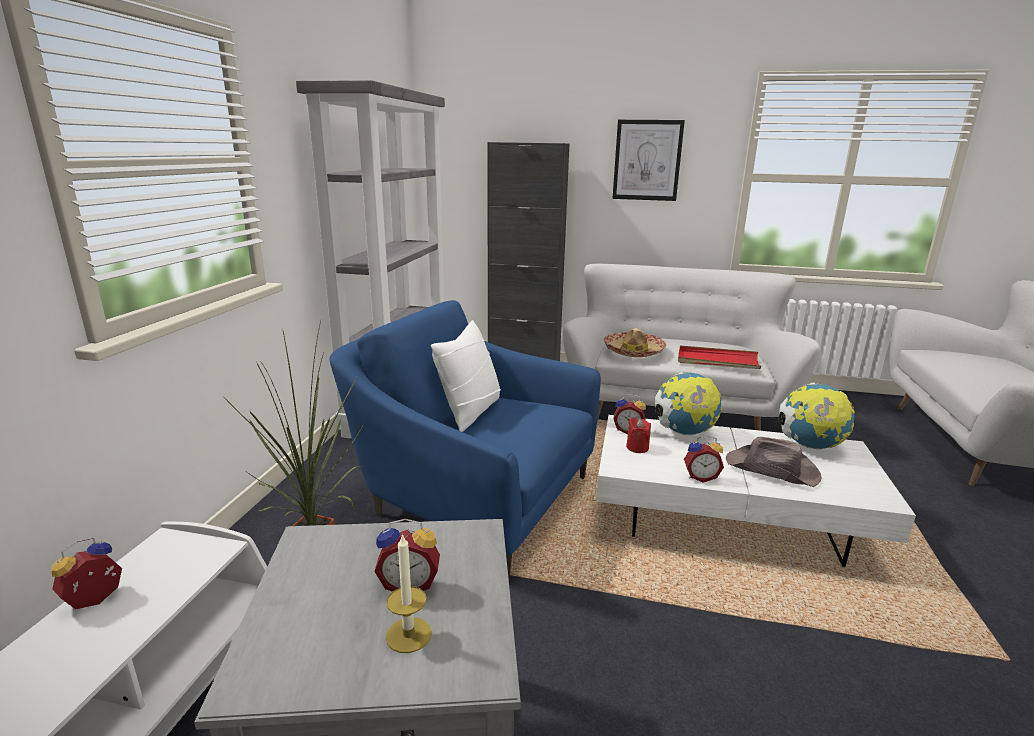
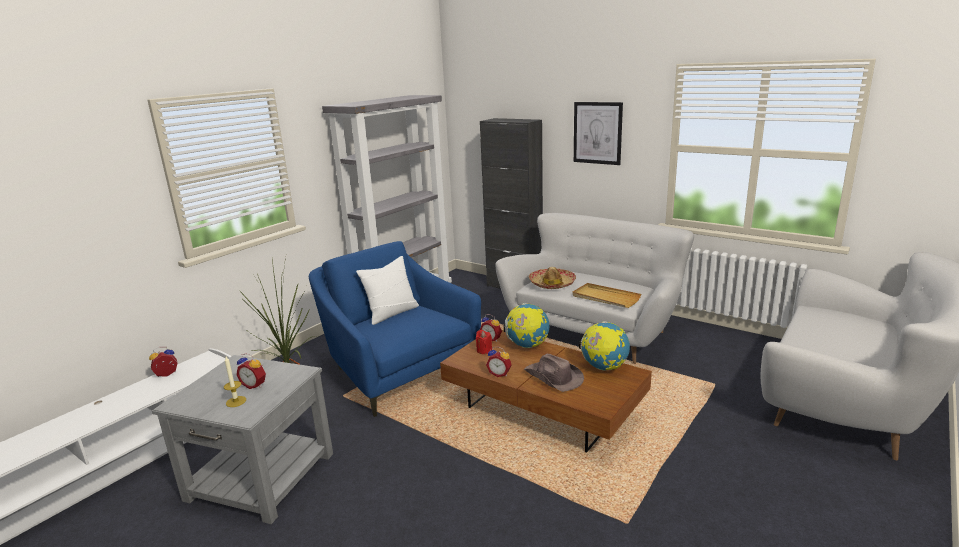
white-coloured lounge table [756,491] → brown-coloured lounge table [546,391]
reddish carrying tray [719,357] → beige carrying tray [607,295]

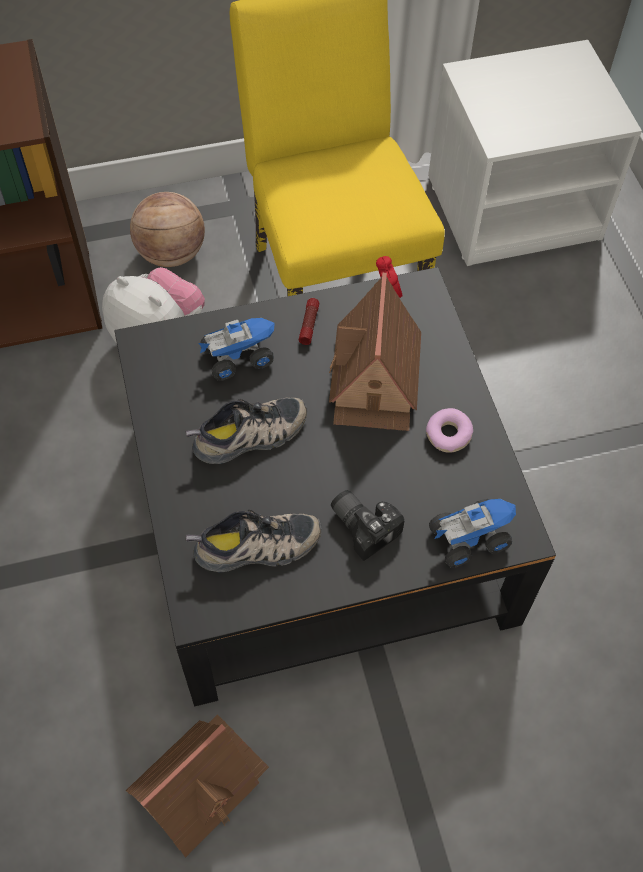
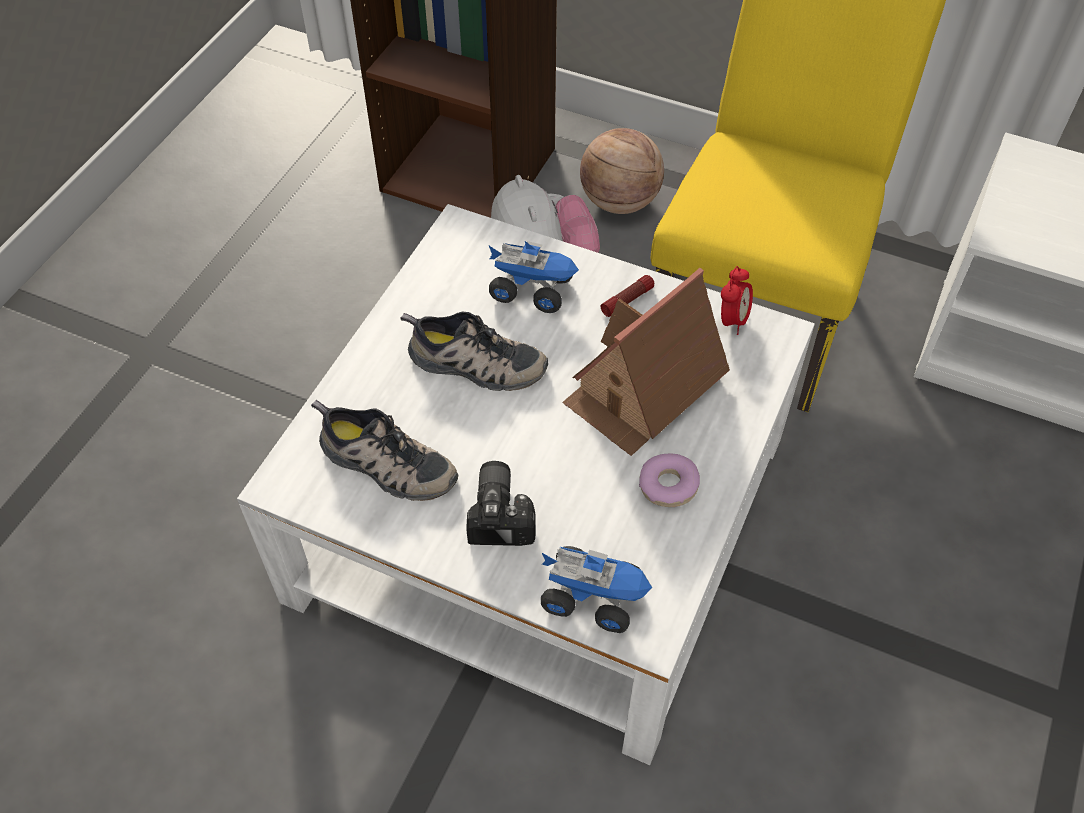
black lounge table [335,487] → white-coloured lounge table [526,484]
toy house [197,786] → -

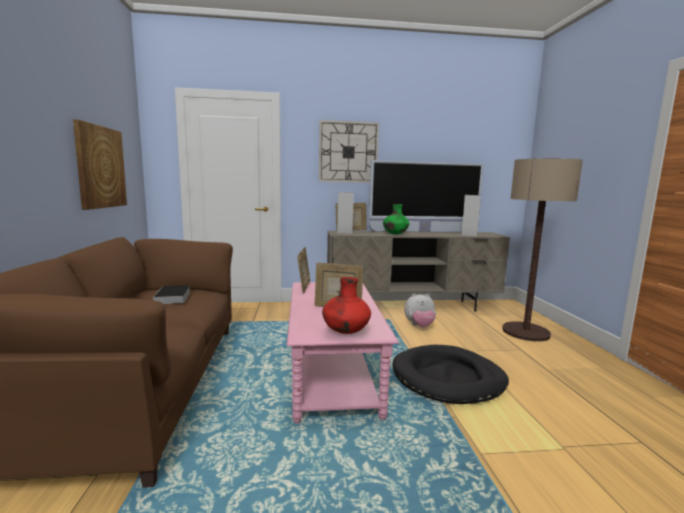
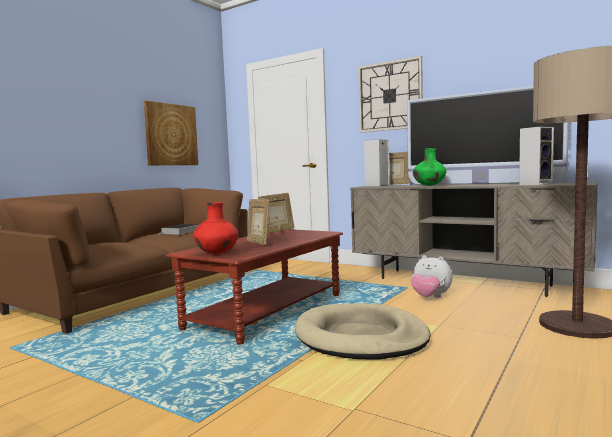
pink lounge table [343,353] → brown-coloured lounge table [254,287]
black dog bed [451,374] → beige dog bed [362,331]

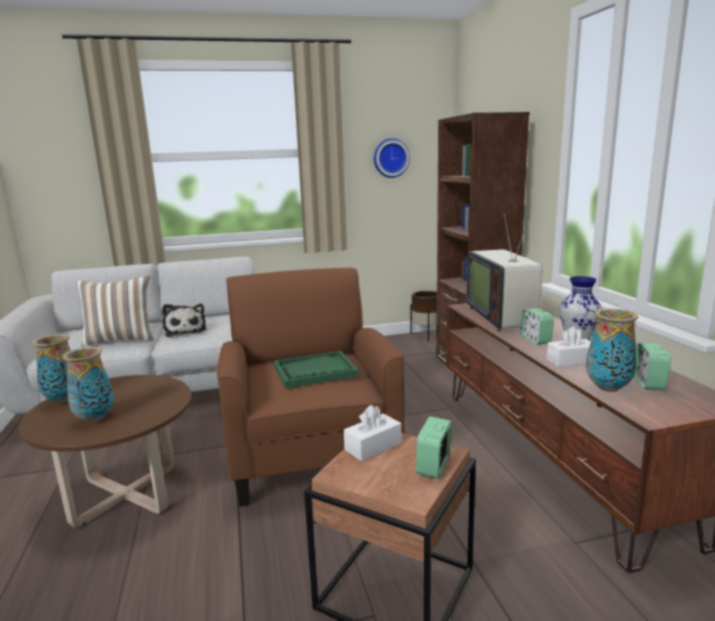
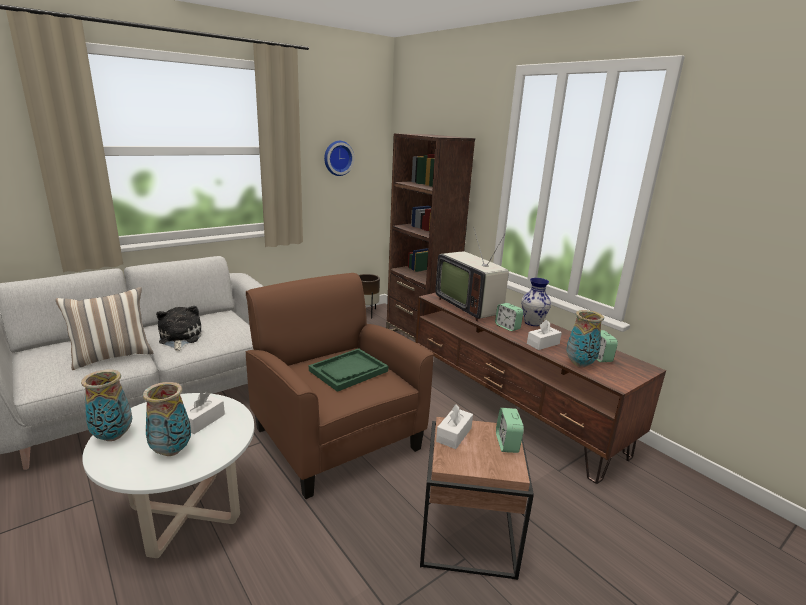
brown-coloured lounge table [105,451] → white-coloured lounge table [168,475]
plush toy [184,320] → plush toy [178,328], 150 degrees counterclockwise
- → white-coloured tissue box [205,413]

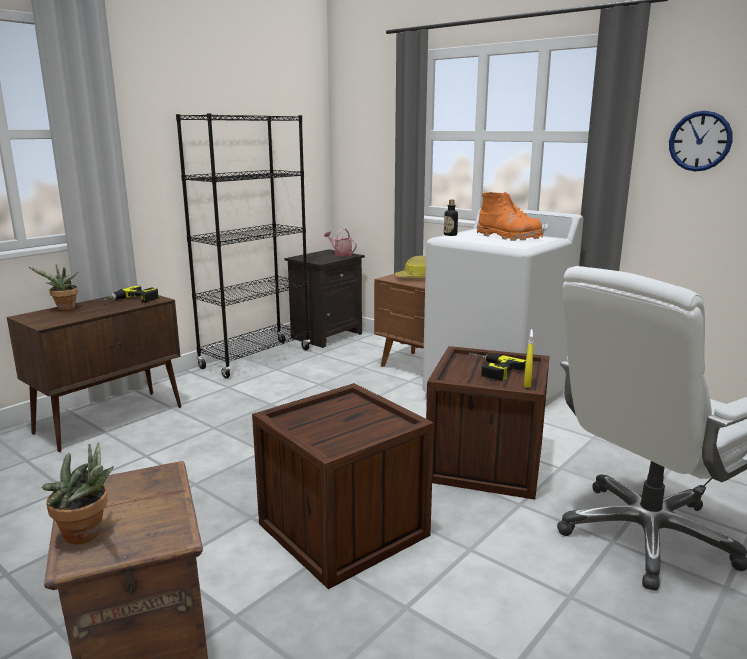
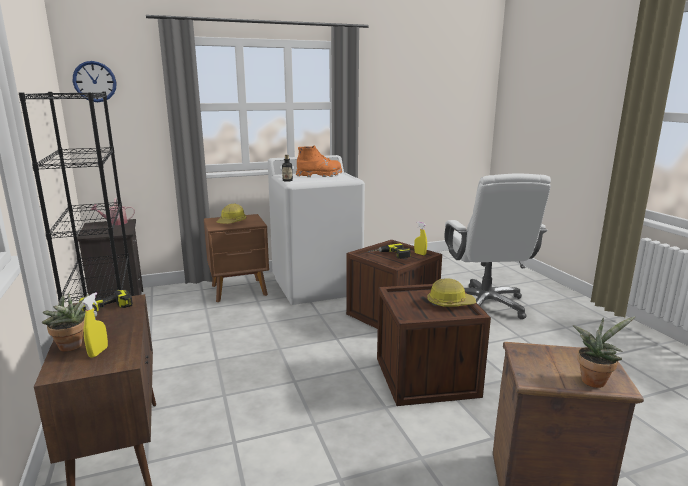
hanging clock [701,141] → hanging clock [94,81], relocated
- → yellowish sprayer [95,325]
- → work helmet [451,293]

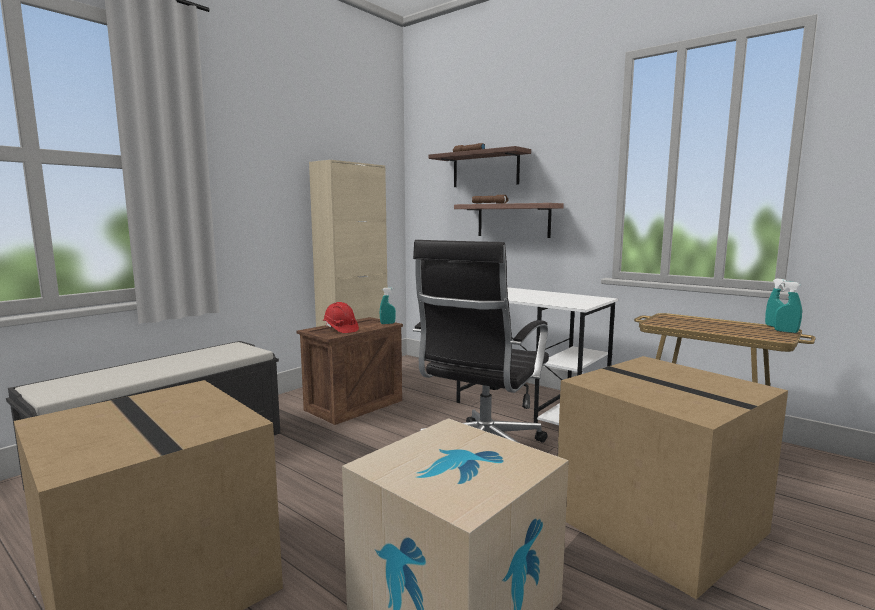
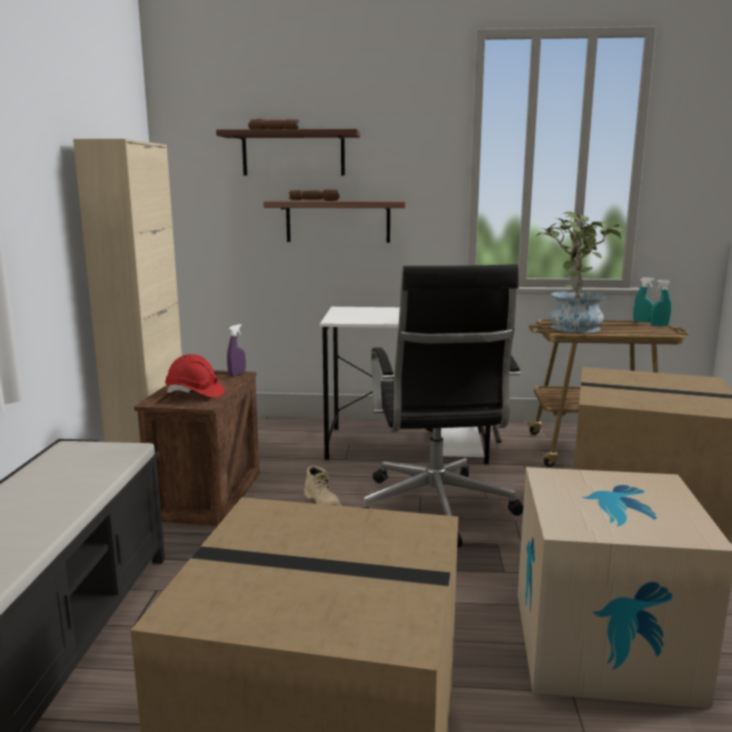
turquoise sprayer [388,305] → purple-coloured sprayer [236,350]
- → beige tall boot [322,486]
- → houseplant [579,272]

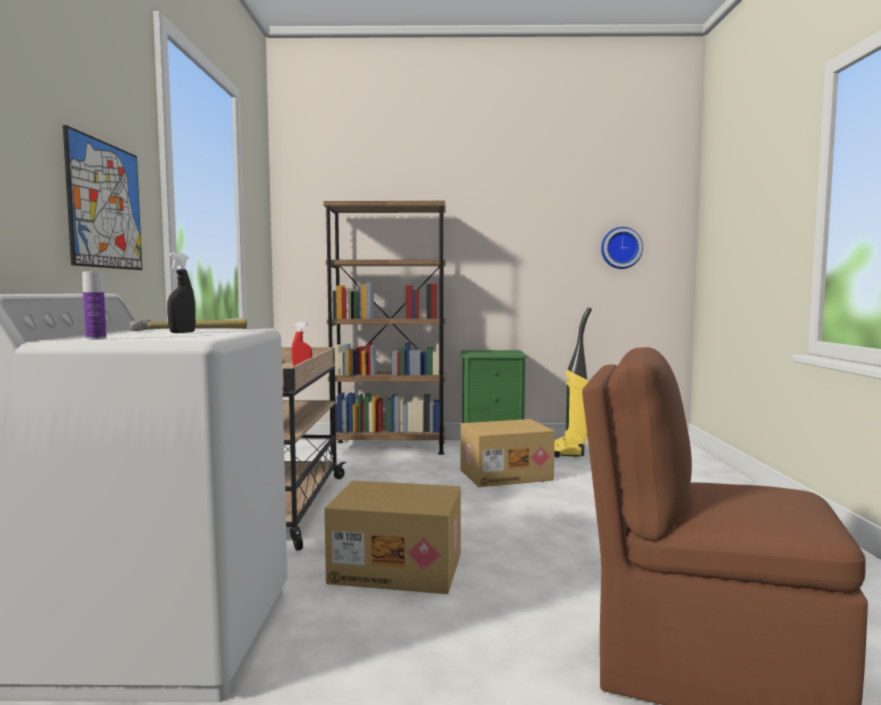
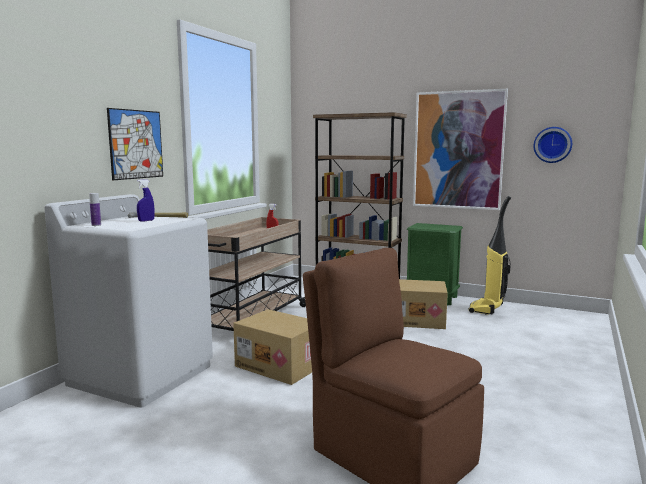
black sprayer [181,293] → bluish sprayer [146,200]
- → wall art [460,149]

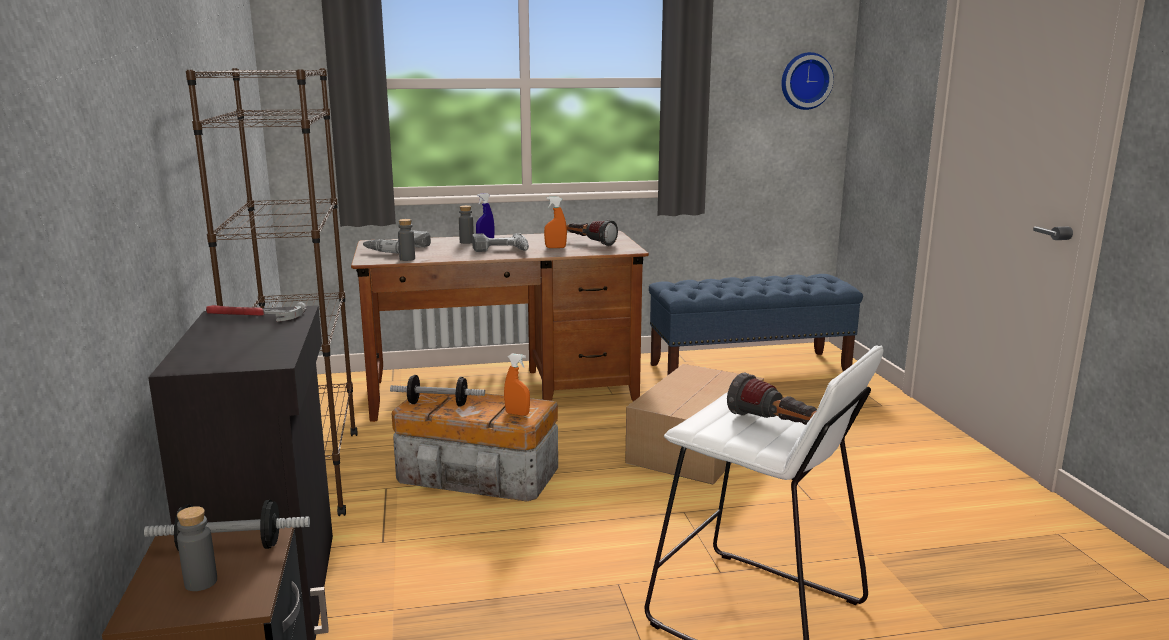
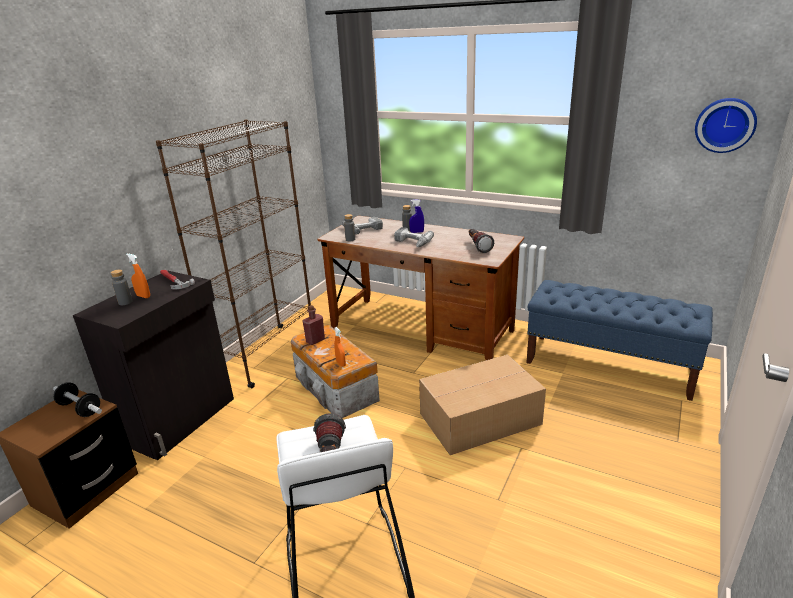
greyish drink bottle [197,548] → greyish drink bottle [122,287], relocated
orange-coloured sprayer [555,222] → orange-coloured sprayer [138,276], relocated
free weight [437,391] → reddish drink bottle [314,325]

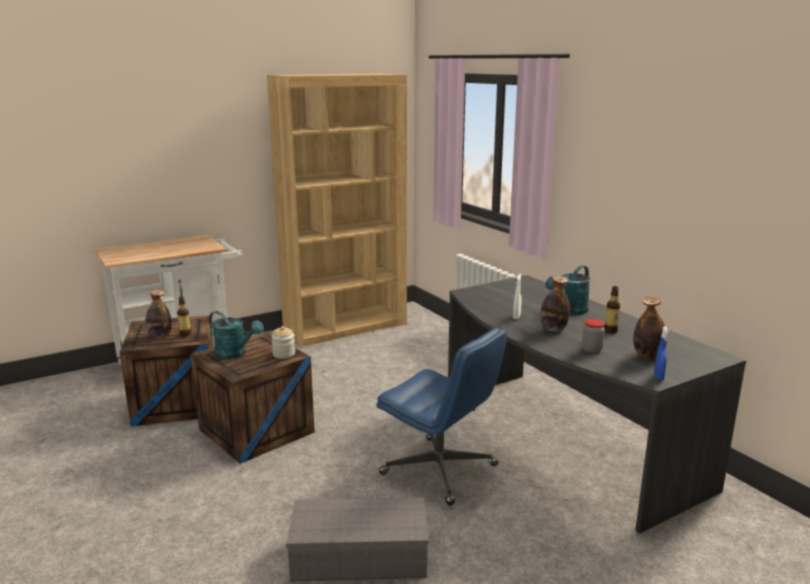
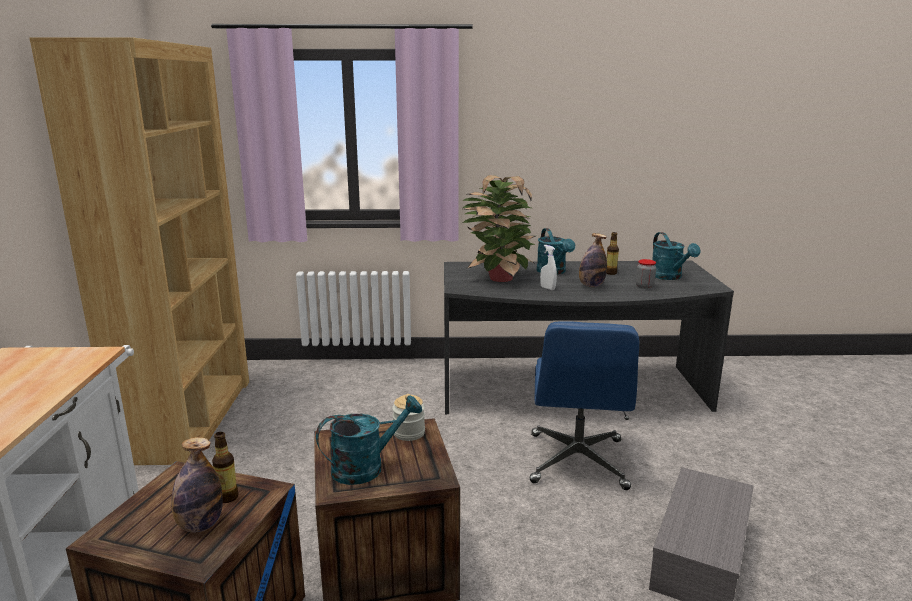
- → houseplant [499,228]
bluish computer chair [441,416] → bluish computer chair [584,405], 120 degrees clockwise
drink bottle [650,328] → turquoise sprinkling can [676,256]
bluish sprayer [661,353] → -

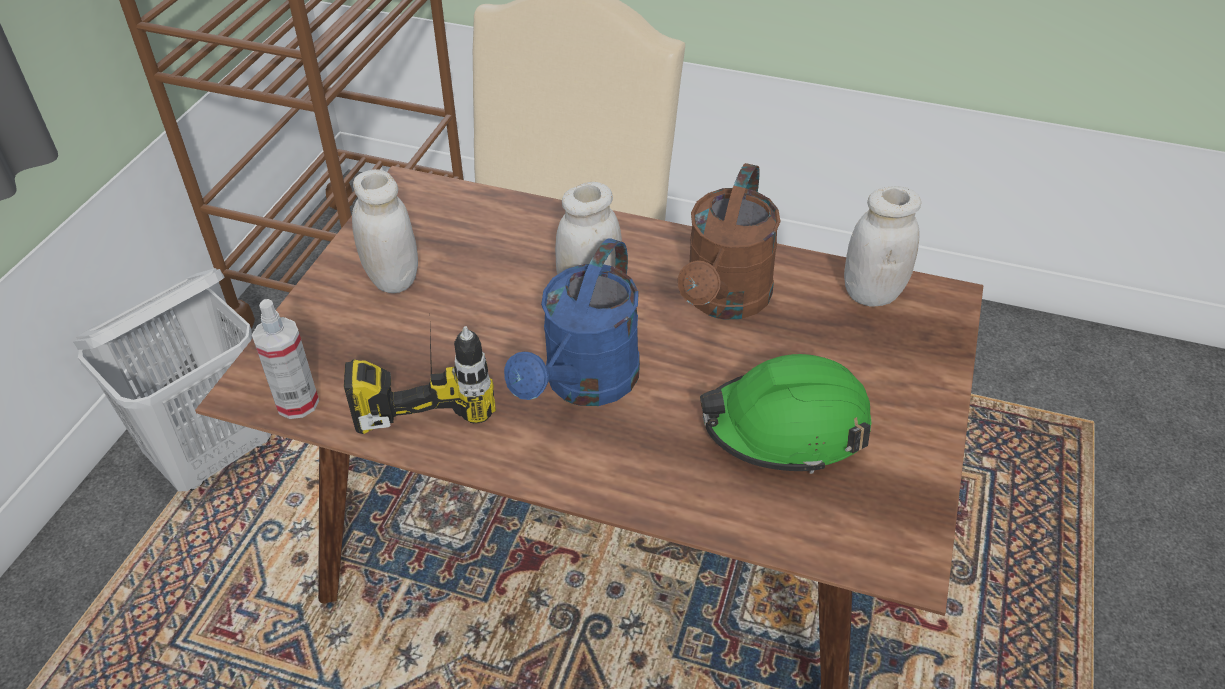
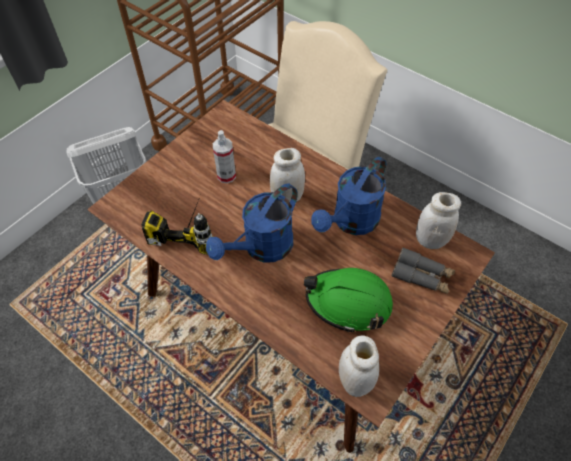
sprayer [285,359] → sprayer [224,156], relocated
brown-coloured sprinkling can [729,241] → bluish sprinkling can [348,196]
white-coloured jar [385,231] → white-coloured jar [359,366], relocated
- → greyish pair of binoculars [424,270]

